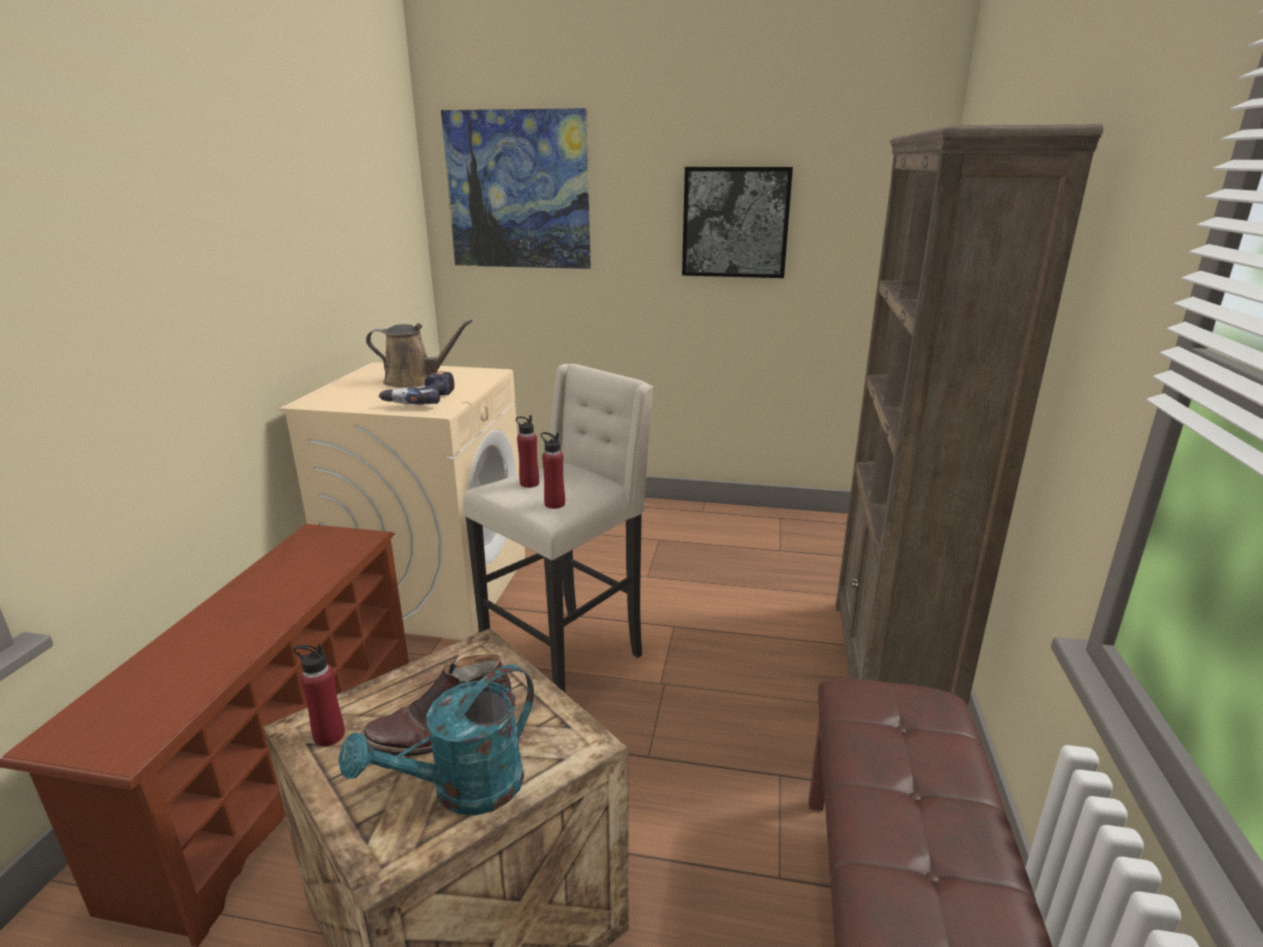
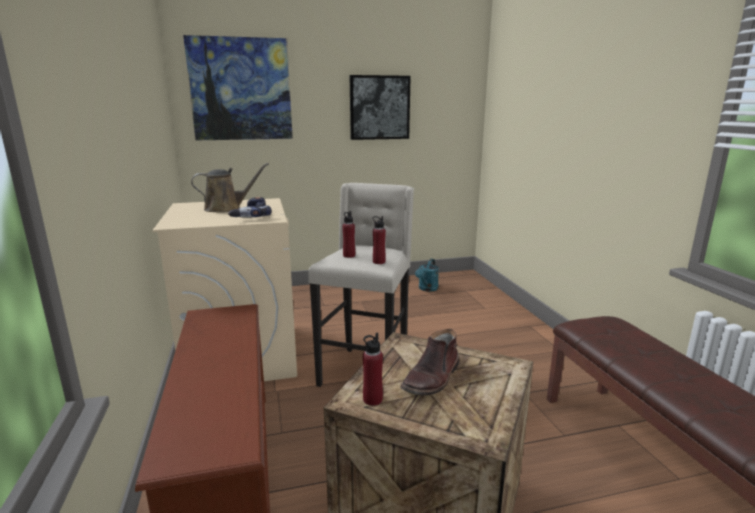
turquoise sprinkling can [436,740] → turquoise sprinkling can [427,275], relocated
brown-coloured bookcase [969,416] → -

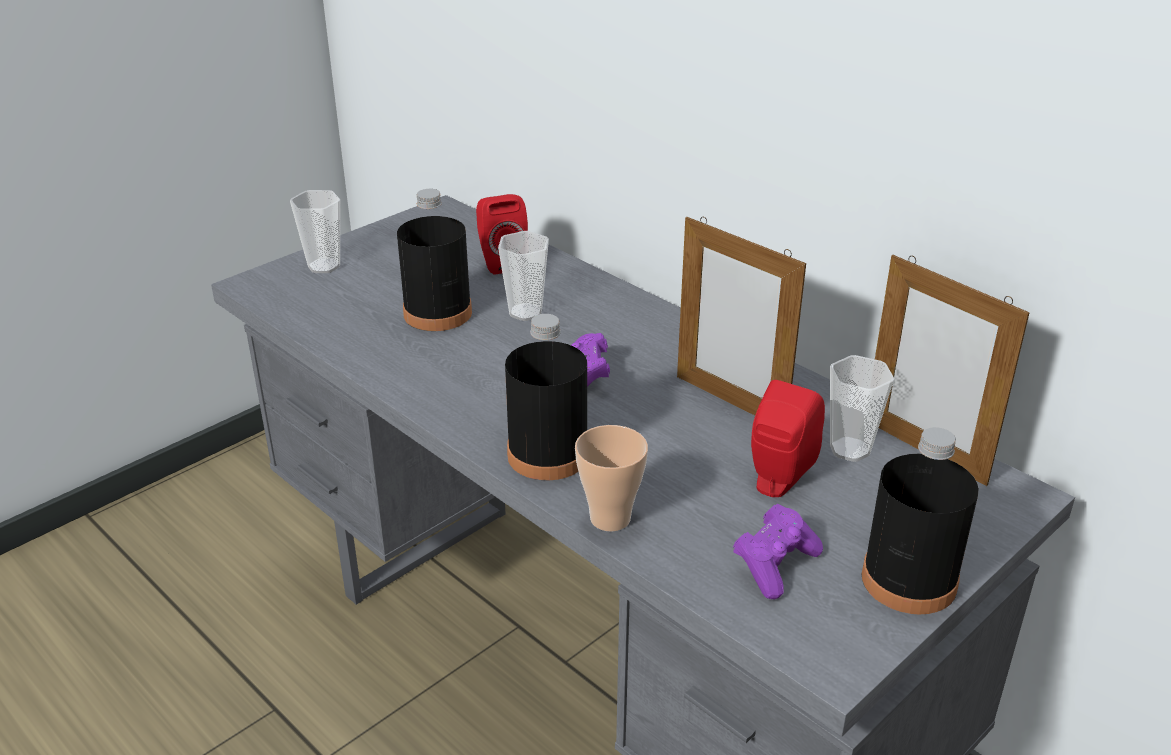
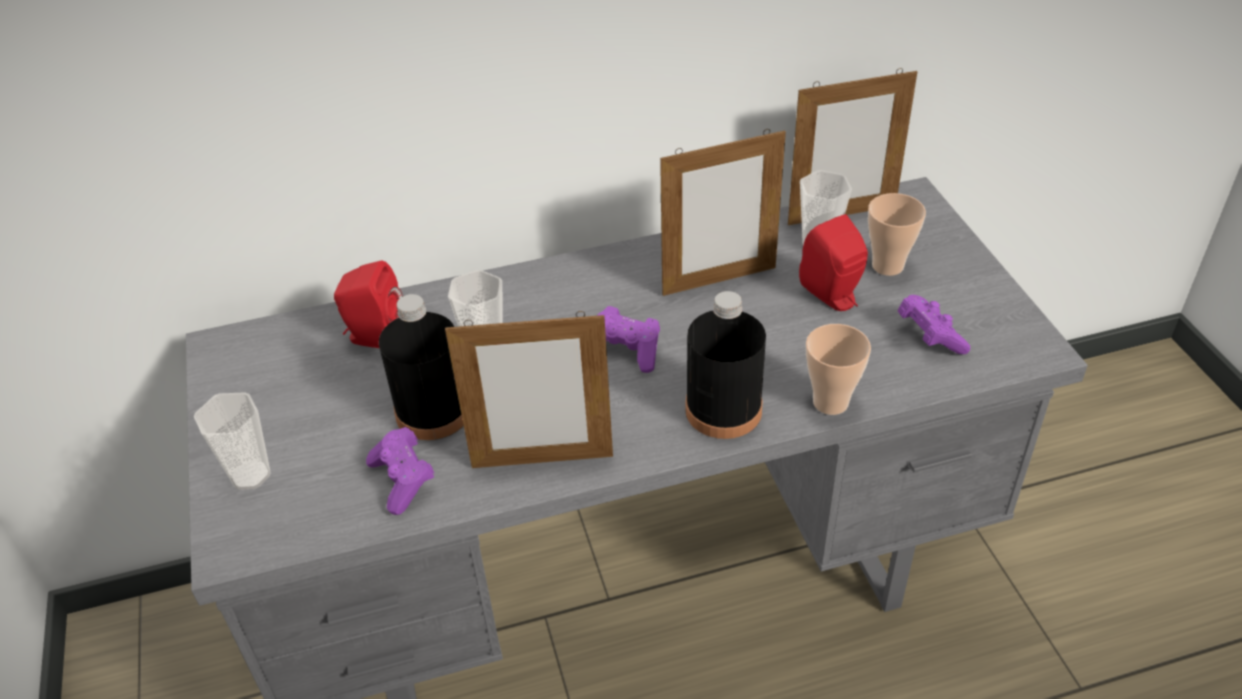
- → purple-coloured joypad [400,471]
- → picture frame [529,389]
- → small cup [897,234]
black drink bottle [920,521] → -

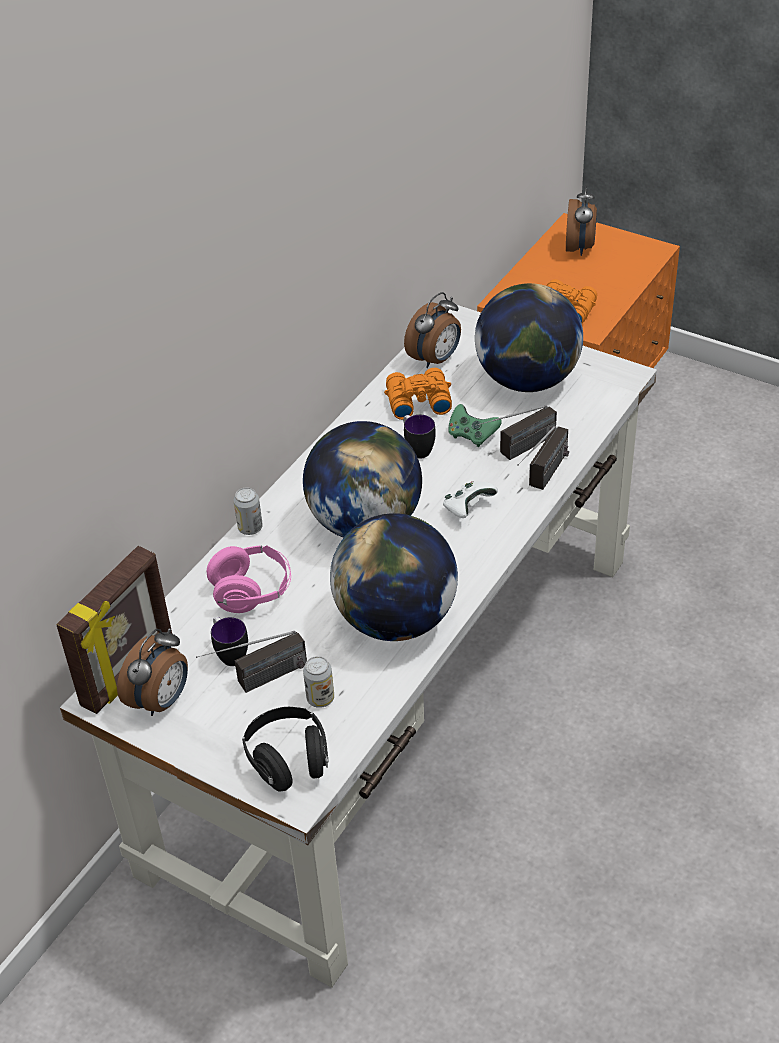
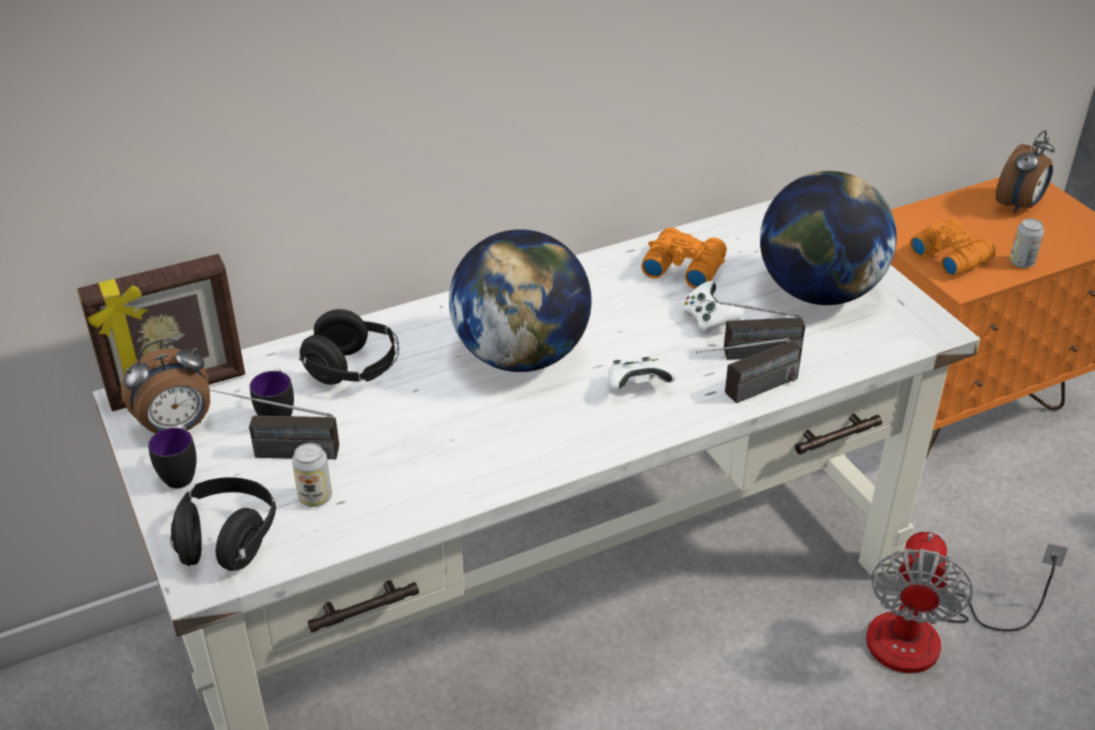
coffee mug [419,437] → coffee mug [172,456], relocated
pink headset [249,579] → black headset [349,347]
green-coloured joypad [475,425] → white-coloured joypad [713,307]
- → electric fan [967,602]
can [248,511] → can [1027,243], relocated
globe [394,577] → -
alarm clock [432,330] → -

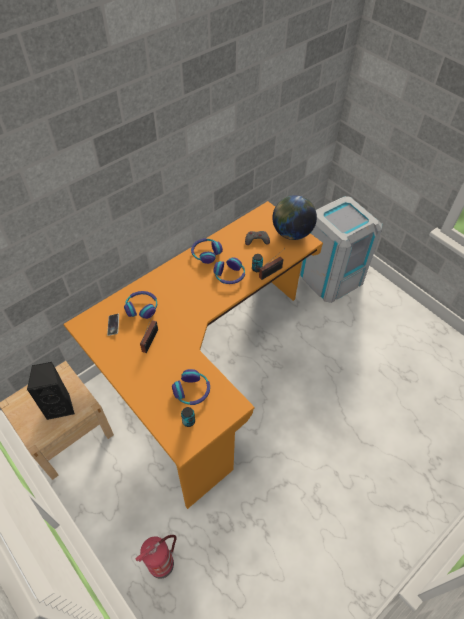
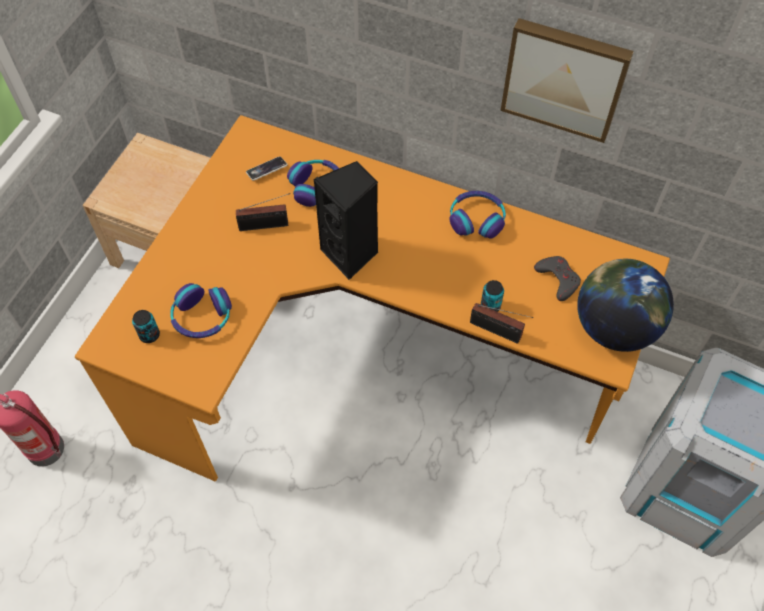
black loudspeaker [51,391] → black loudspeaker [345,220], relocated
- → wall art [567,80]
headset [229,270] → -

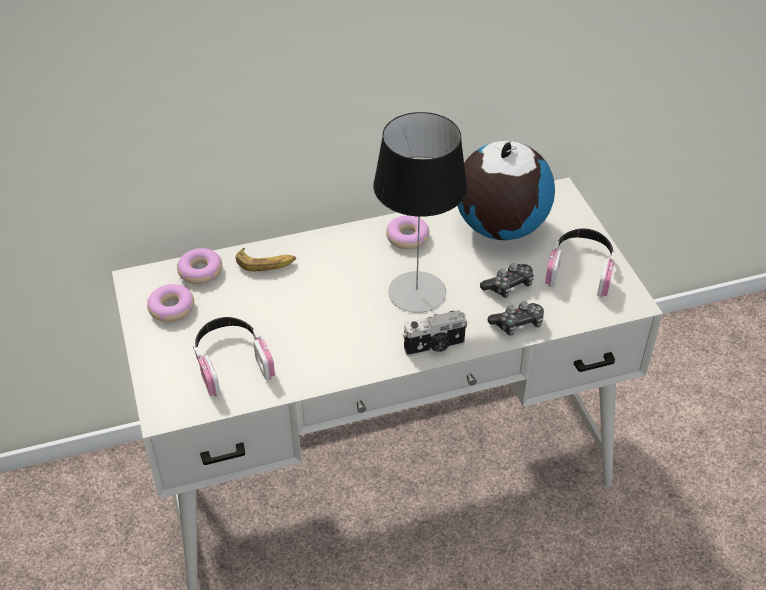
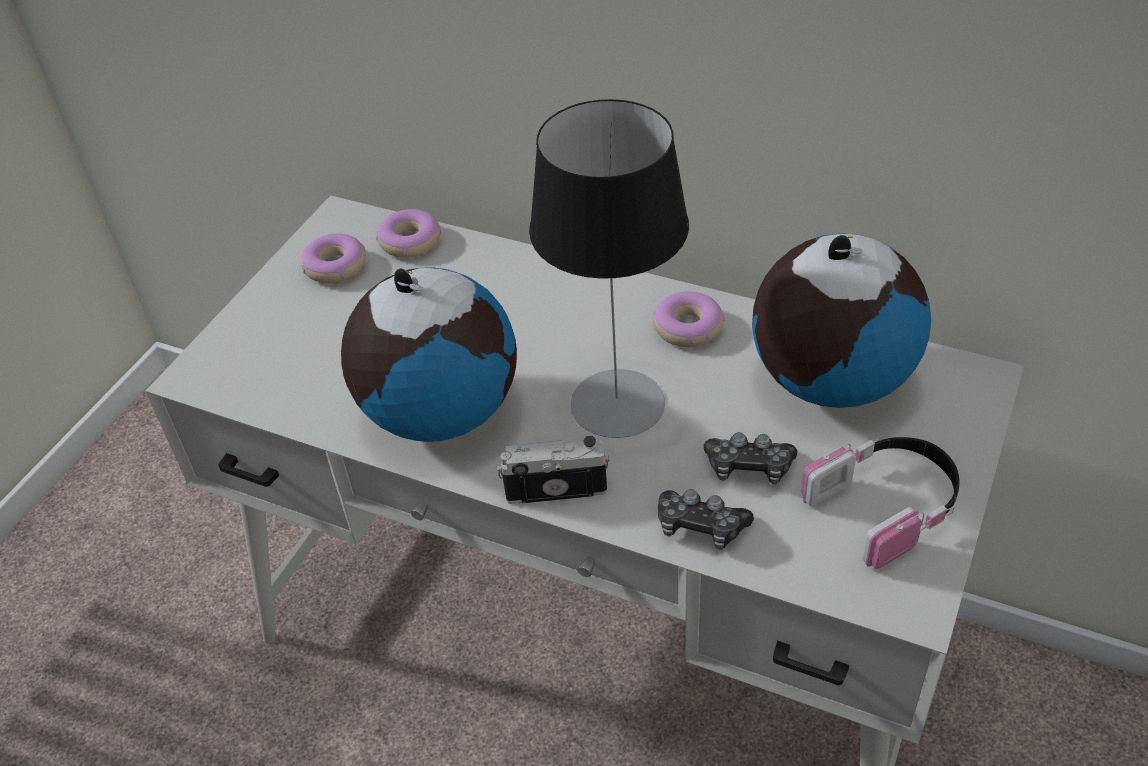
- → globe [429,354]
photo camera [435,333] → photo camera [553,470], 150 degrees clockwise
headset [234,357] → -
whole banana [266,259] → -

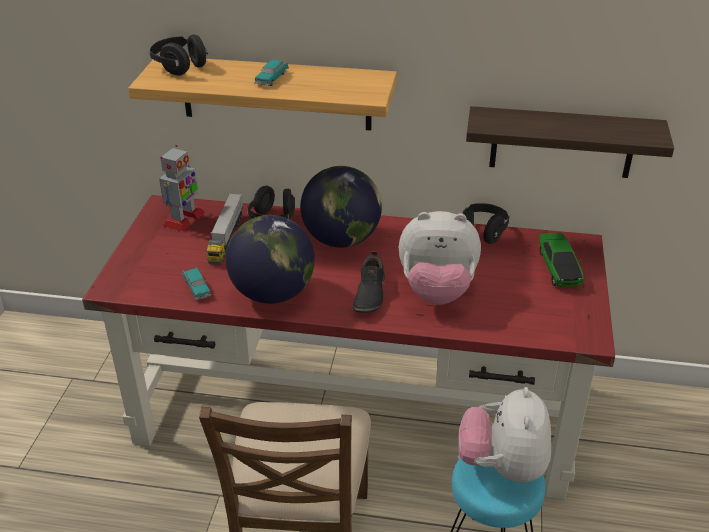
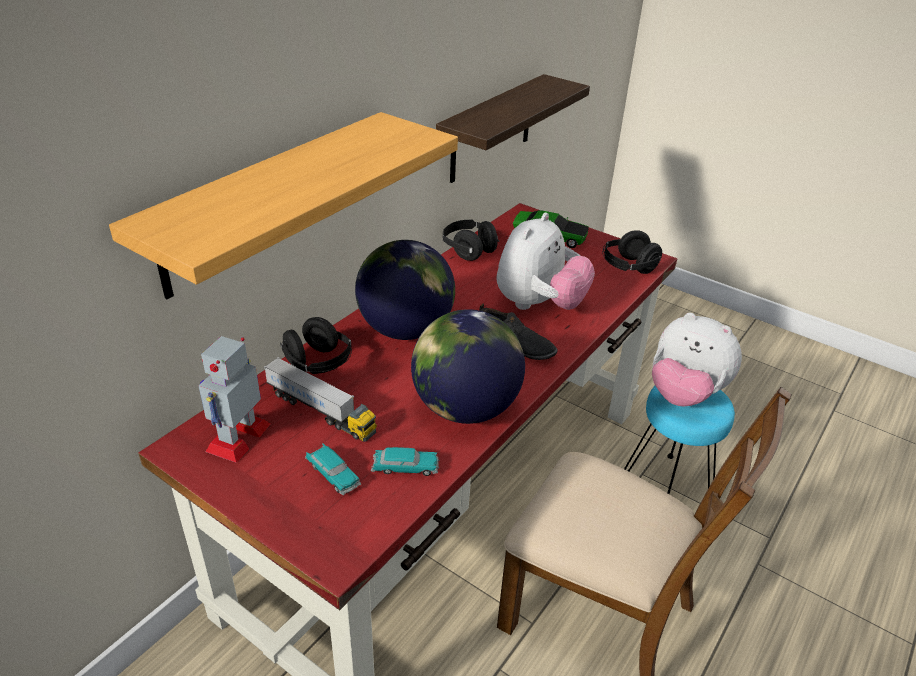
robot figure [181,188] → robot figure [234,399], 120 degrees counterclockwise
model car [271,73] → model car [333,469], relocated
black headset [179,54] → black headset [632,252], relocated

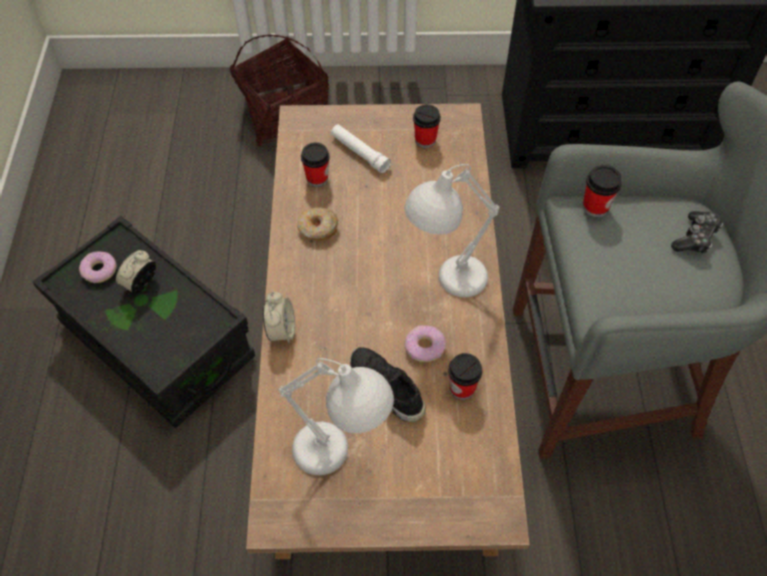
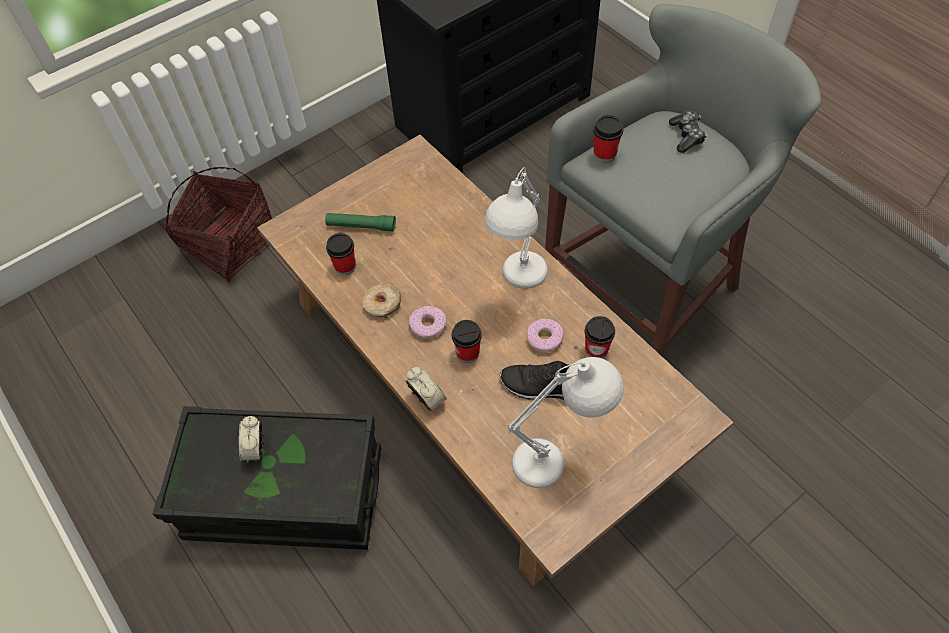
white-coloured hand torch [361,148] → green-coloured hand torch [360,222]
doughnut [98,267] → doughnut [427,322], relocated
small cup [427,126] → small cup [466,341], relocated

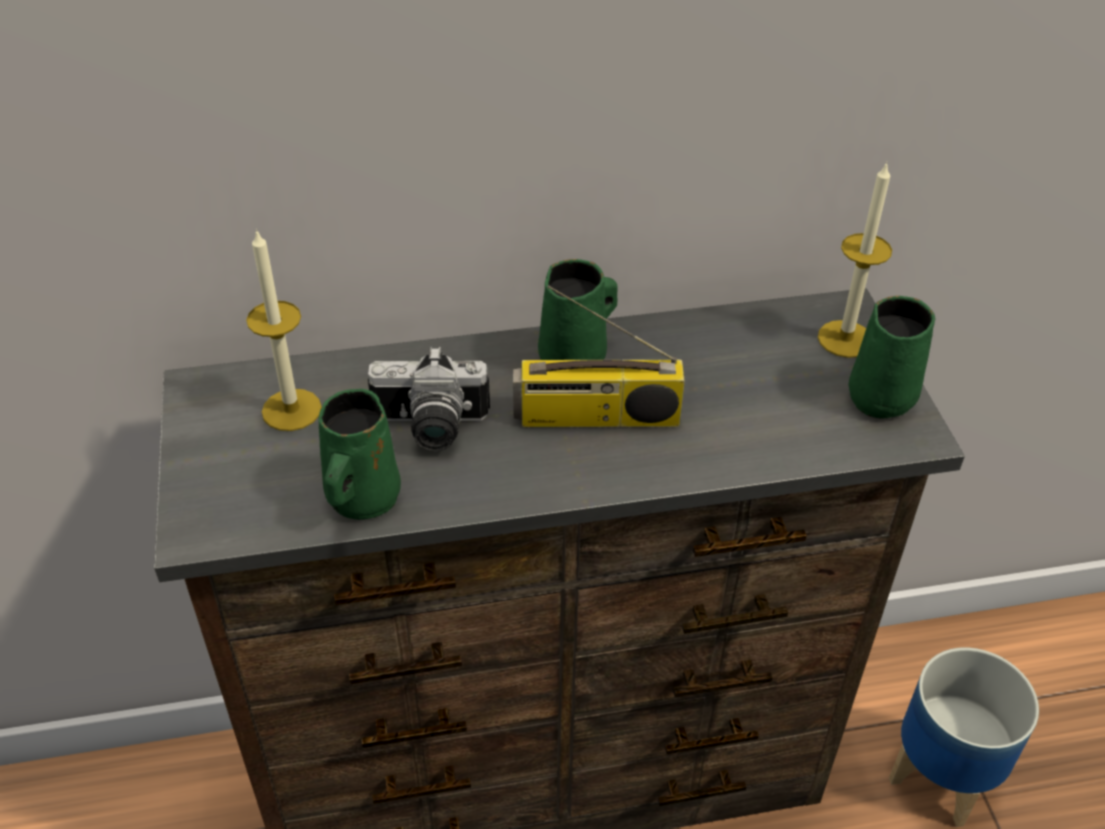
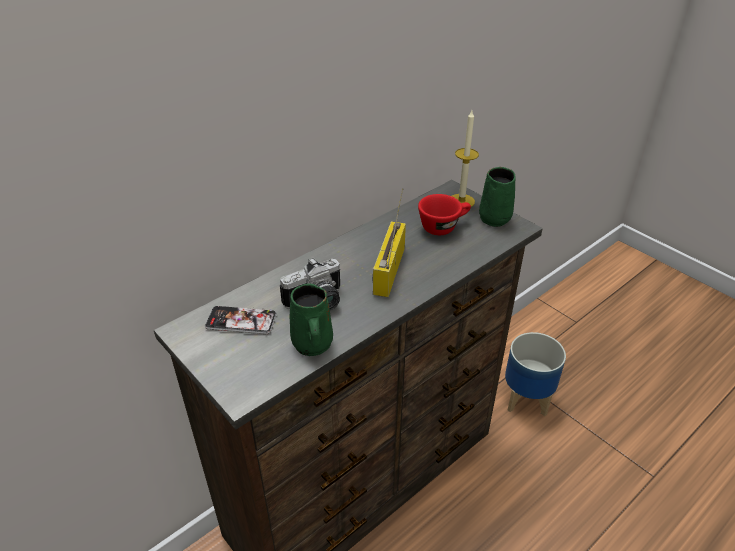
wax candle [284,330] → phone [241,320]
radio receiver [599,356] → radio receiver [389,242], 135 degrees clockwise
- → reddish small cup [444,214]
green-coloured coffee mug [578,309] → -

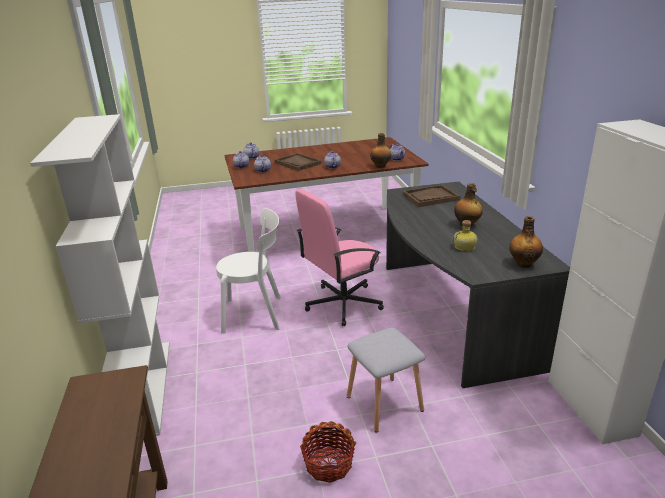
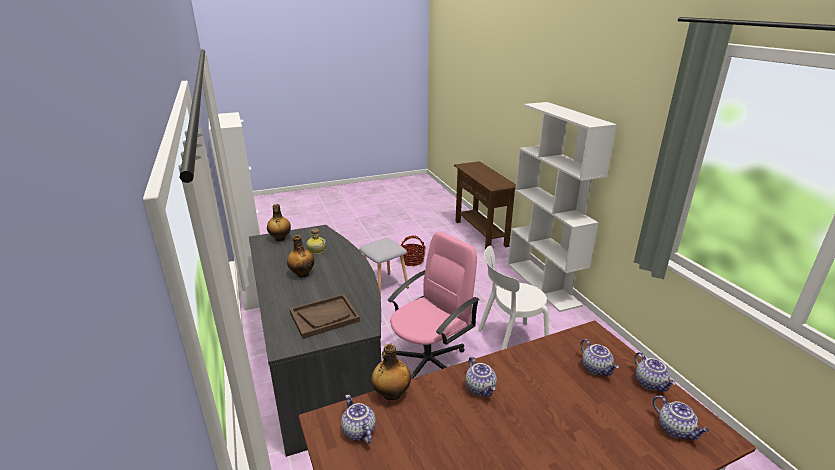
brown-coloured carrying tray [297,162] → -

